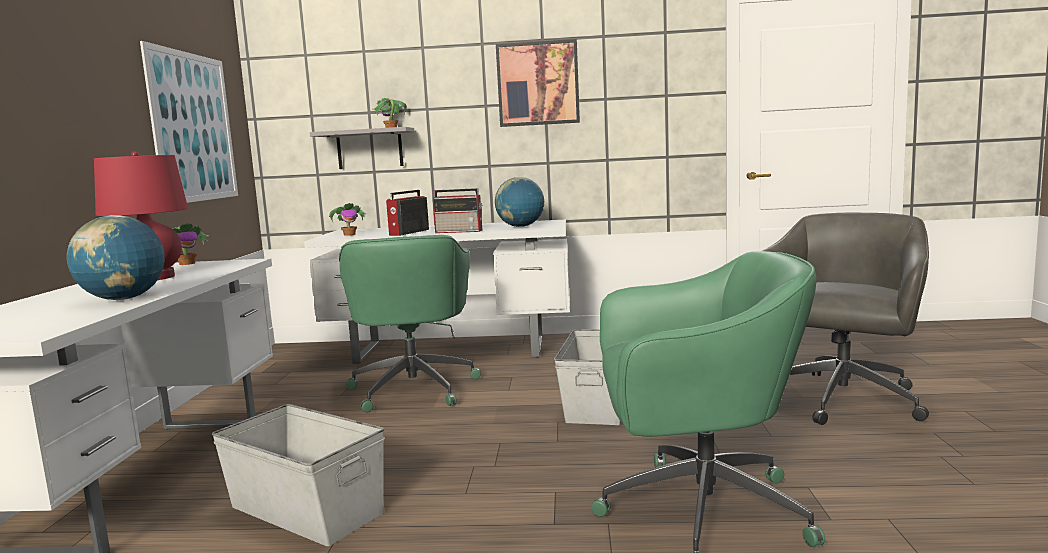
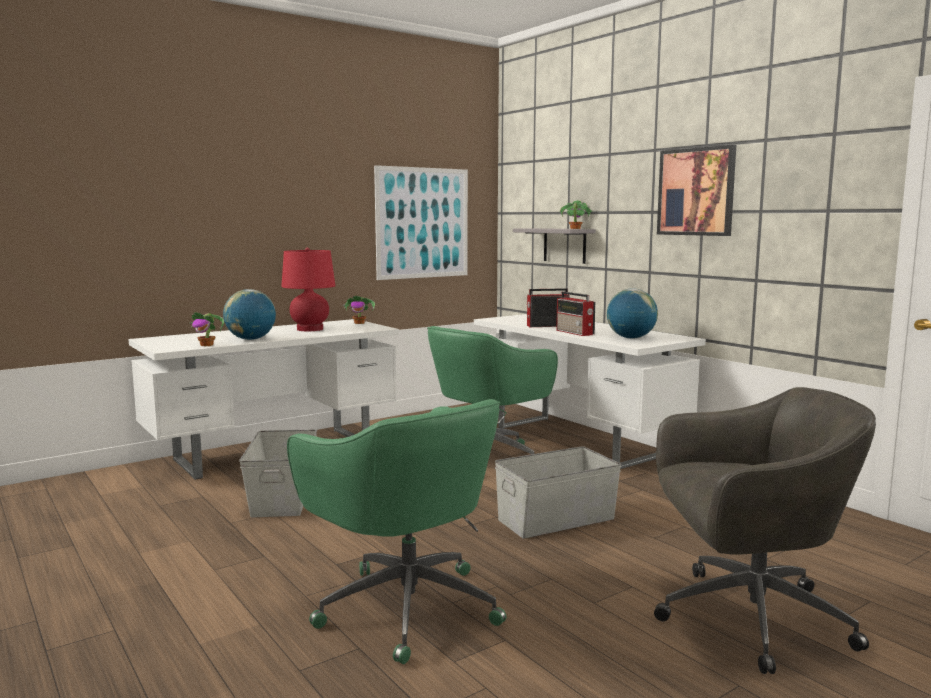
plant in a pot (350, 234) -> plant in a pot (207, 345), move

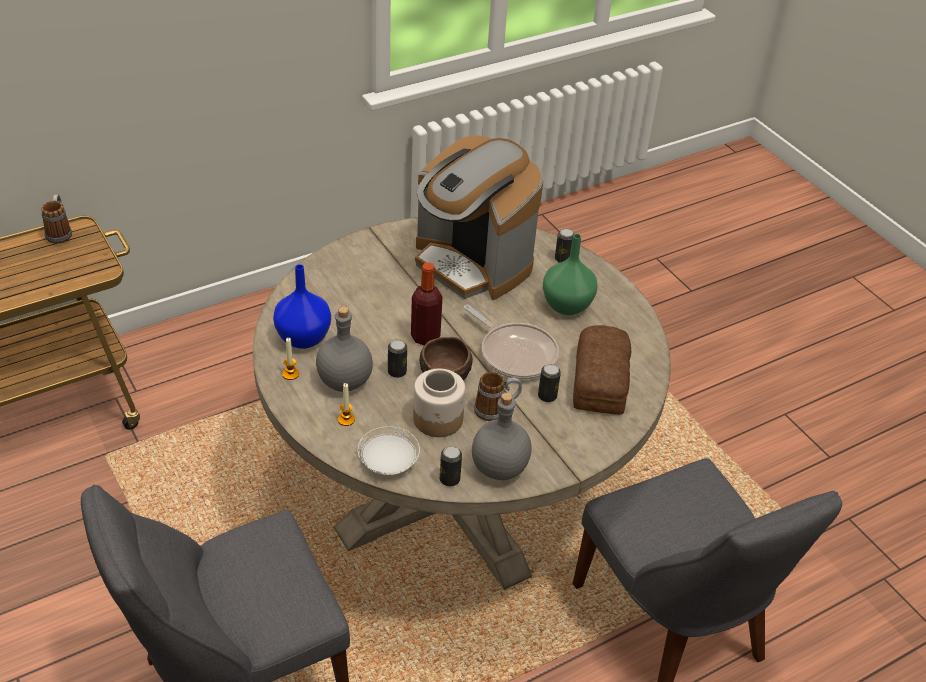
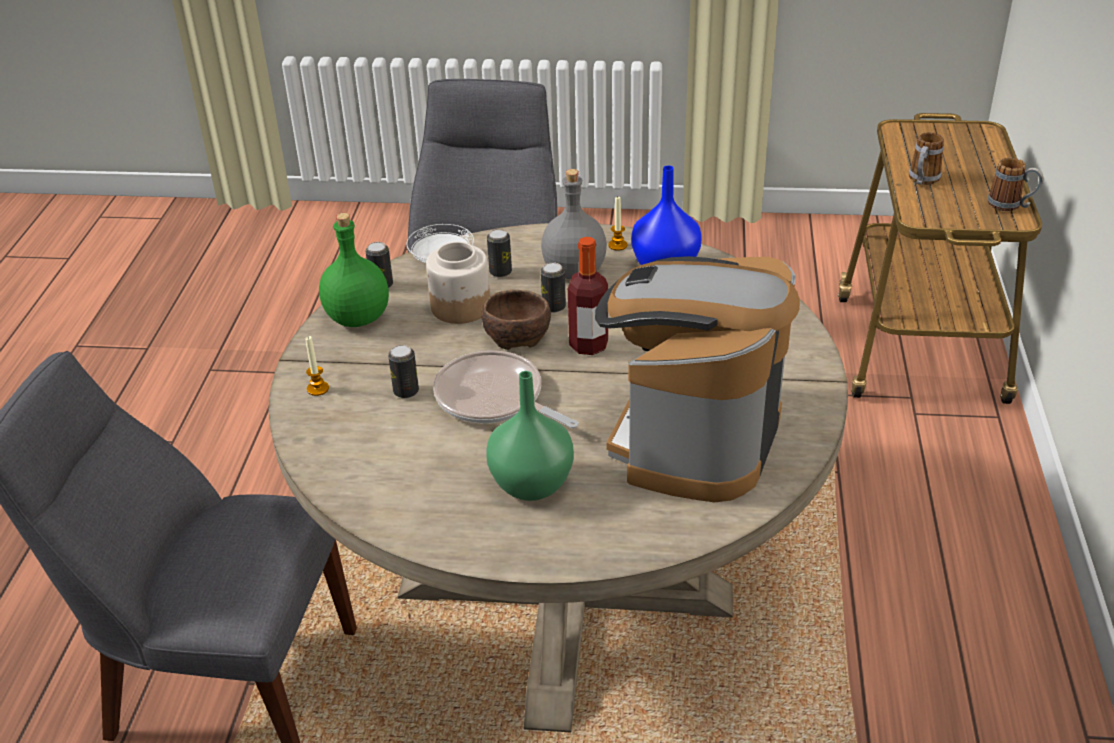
wax candle (346, 419) -> wax candle (318, 389), move
coffee maker (472, 263) -> coffee maker (693, 439), 60 degrees counterclockwise
pan (515, 353) -> pan (494, 399), 45 degrees clockwise
greyish beverage bottle (498, 467) -> green beverage bottle (359, 318)
mug (496, 410) -> mug (922, 180), move
sealed can (563, 259) -> sealed can (500, 272), move
bread (601, 380) -> none

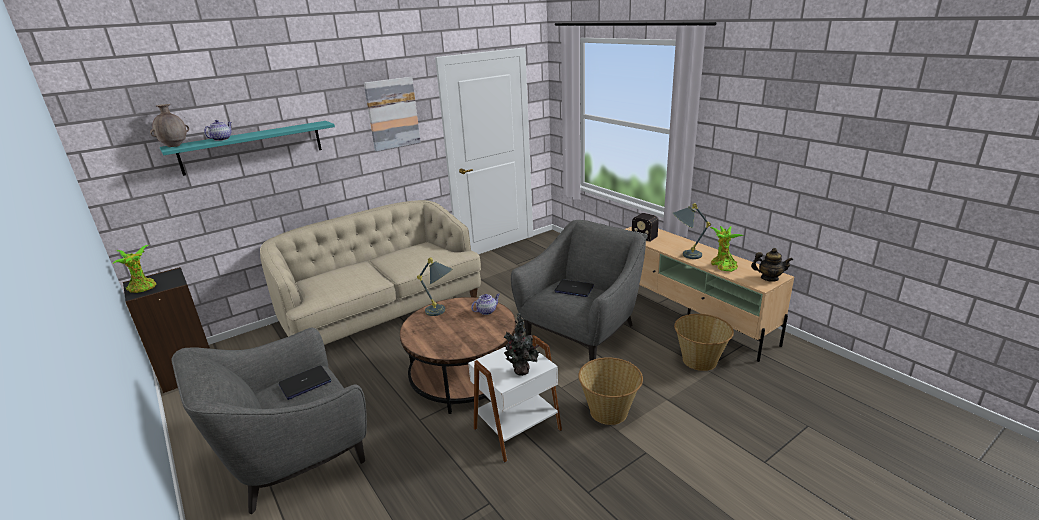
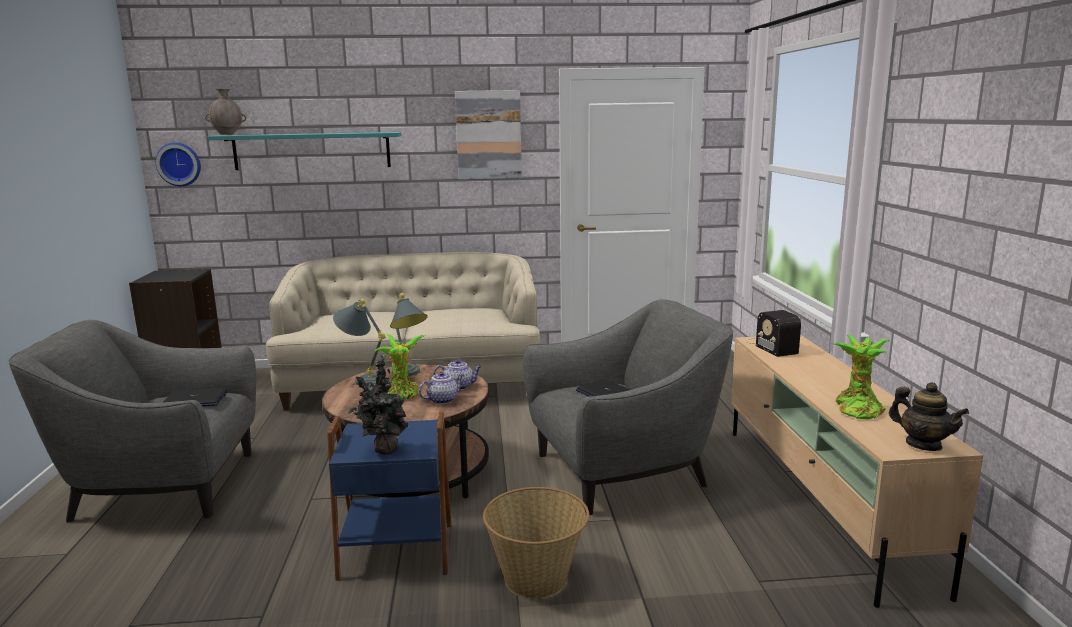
plant in a pot (143, 288) -> plant in a pot (402, 395), move
pot for tea (221, 139) -> pot for tea (443, 400), move
white accent table (516, 428) -> blue accent table (396, 549)
greyish tabletop lamp (685, 255) -> greyish tabletop lamp (362, 379), move
storage basket (699, 361) -> none
none -> wall clock (179, 164)

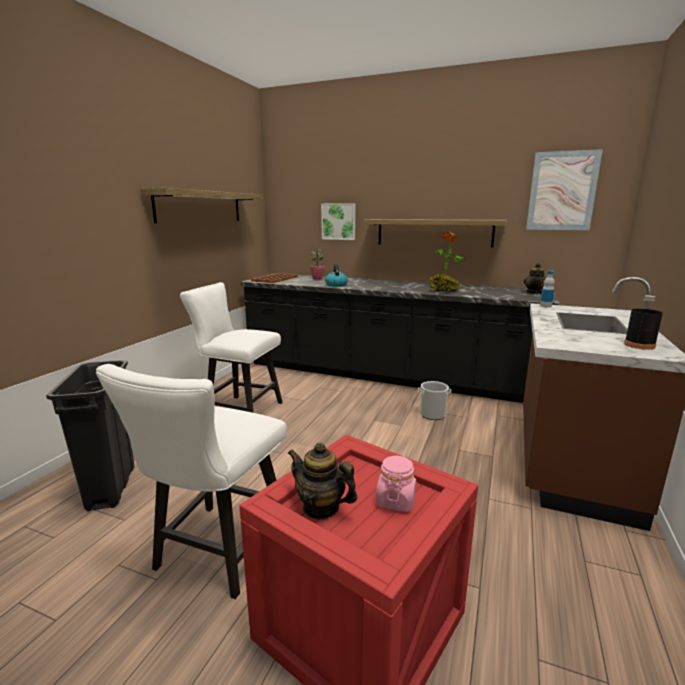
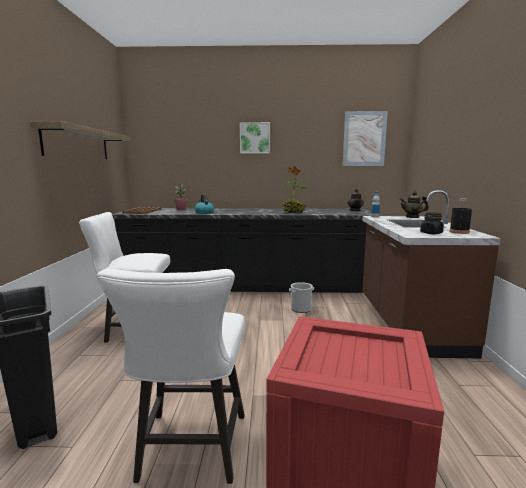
pot for tea (321, 507) -> pot for tea (412, 217), move
wall picture (339, 221) -> wall picture (255, 138), move
shelf (434, 232) -> none
pink preserve jar (396, 500) -> none
none -> blackish preserve jar (431, 233)

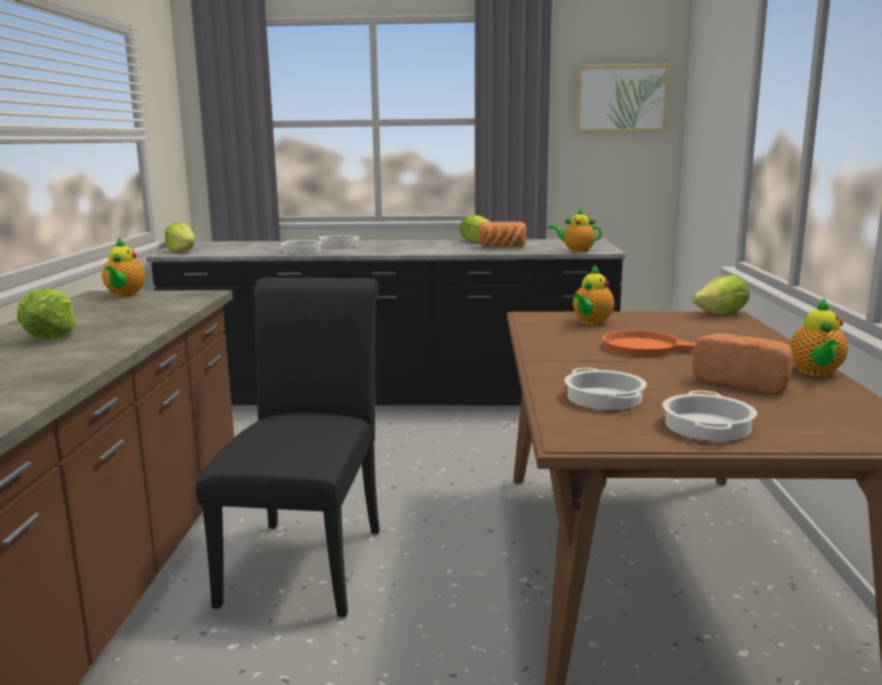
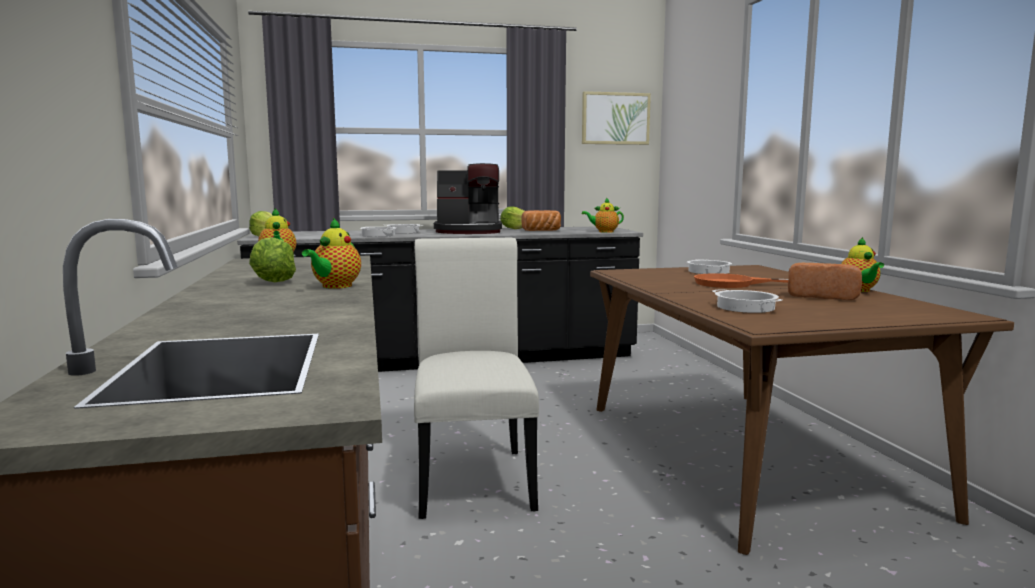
blackish plain chair (308, 559) -> white plain chair (473, 476)
pot for tea (591, 322) -> pot for tea (335, 286), move
stockpot (708, 426) -> stockpot (709, 271), move
head of lettuce (722, 314) -> none
none -> coffee maker (469, 231)

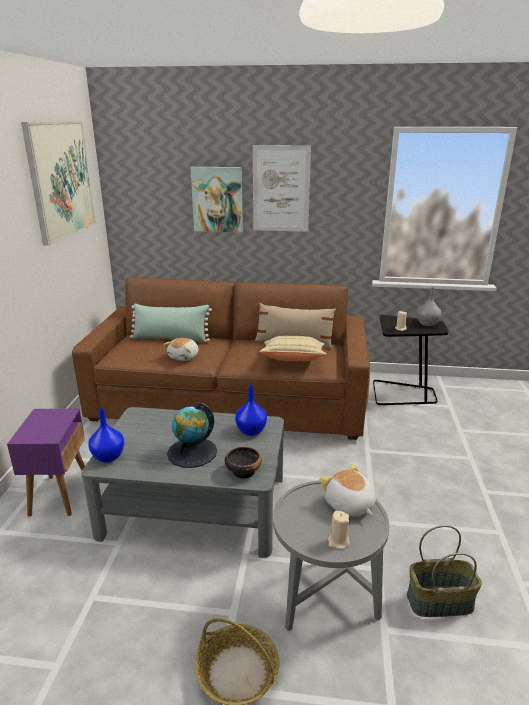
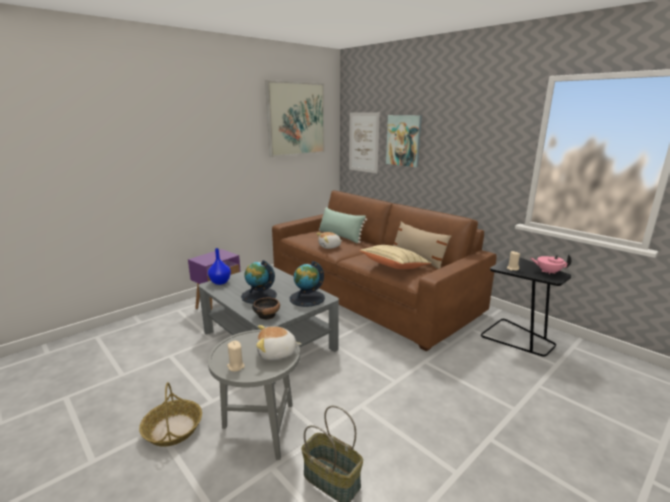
blue vase (251, 431) -> globe (307, 298)
wall picture (281, 189) -> wall picture (363, 142), move
cuddly toy (349, 505) -> cuddly toy (277, 353), 105 degrees counterclockwise
greyish vase (426, 324) -> pink pot for tea (548, 272)

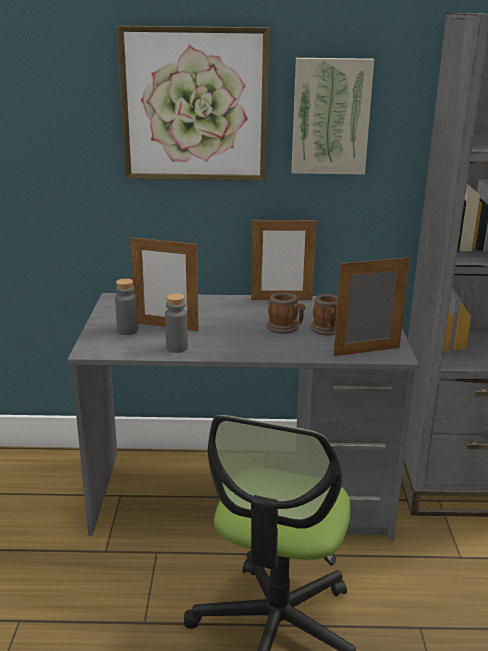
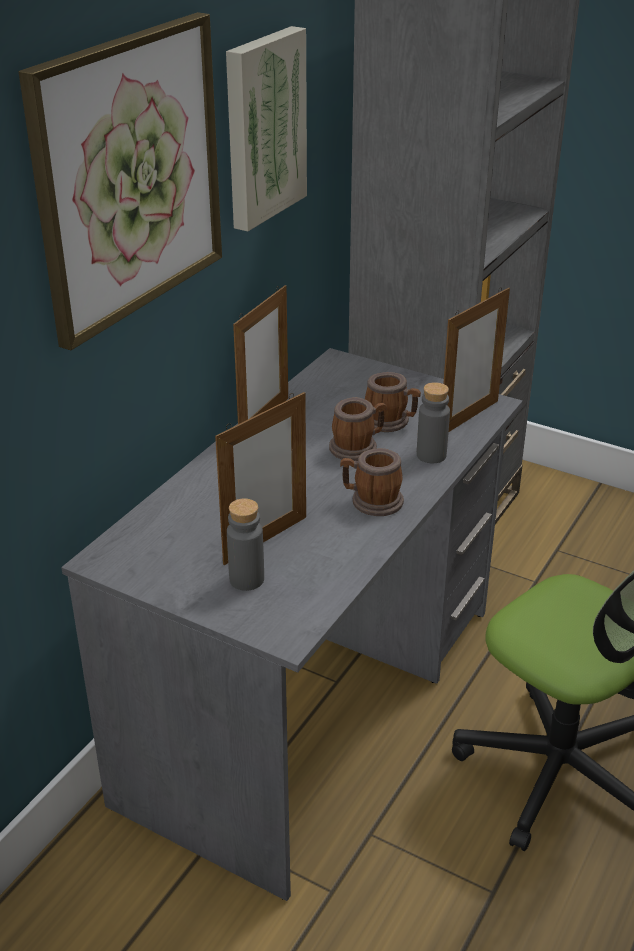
greyish beverage bottle (177, 348) -> greyish beverage bottle (431, 455), move
standing frame (366, 351) -> standing frame (469, 418), 150 degrees counterclockwise
none -> mug (371, 501)

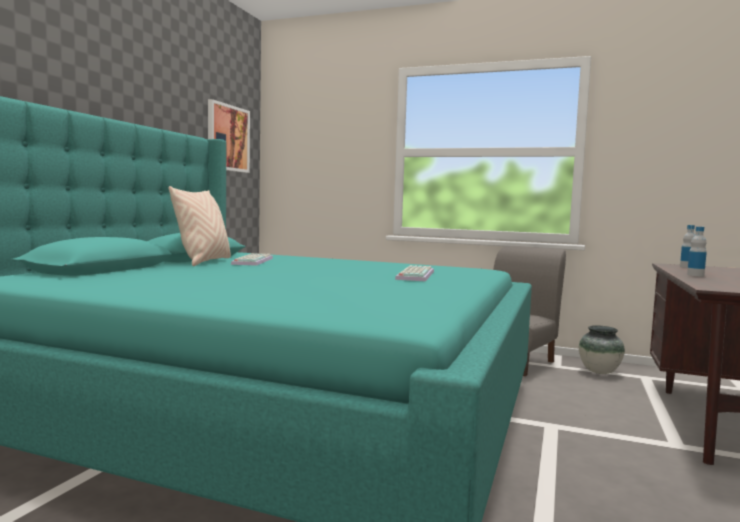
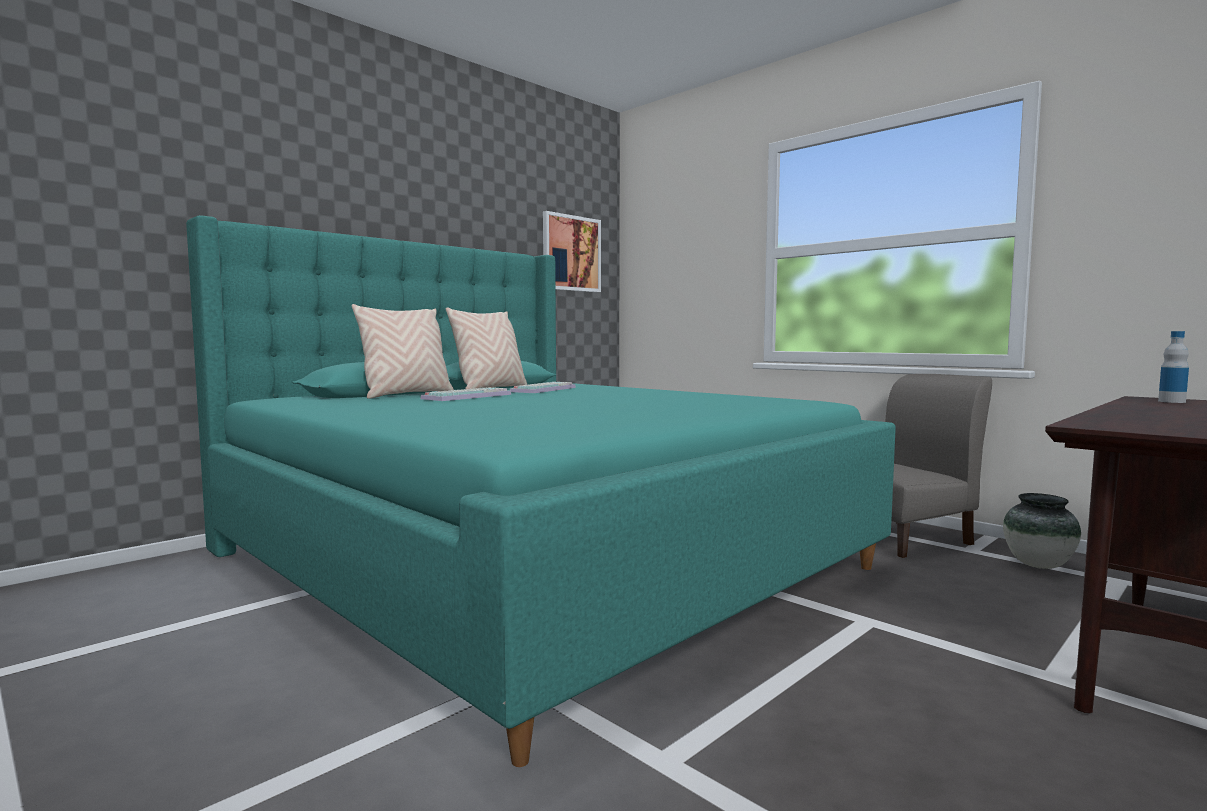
computer keyboard (414, 275) -> computer keyboard (467, 396), move
beverage bottle (695, 275) -> none
none -> beige-coloured pillow (406, 395)

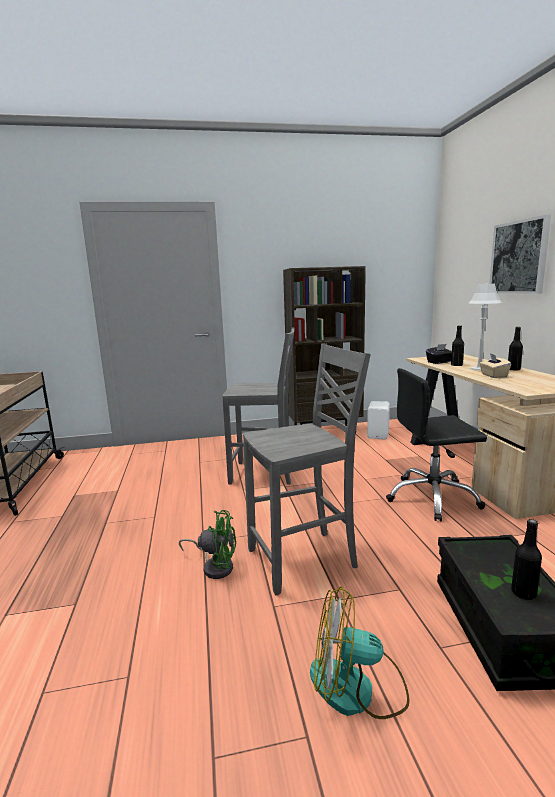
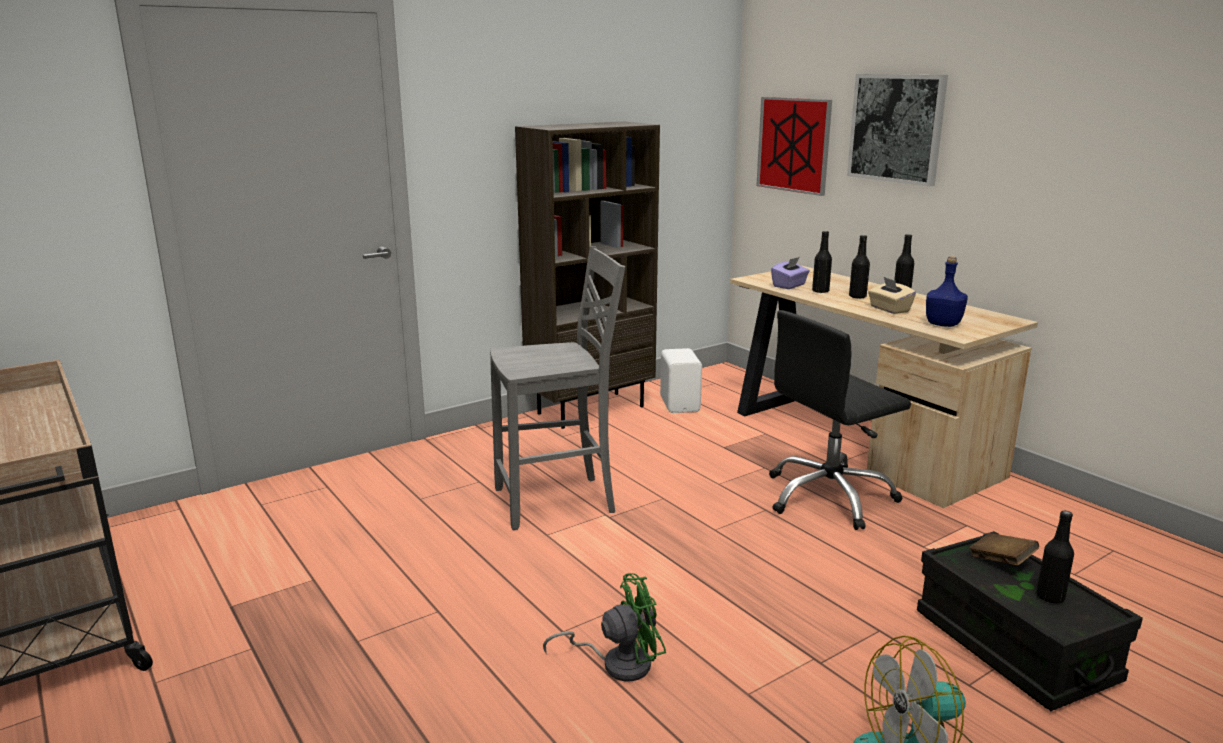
greyish plain chair (305, 559) -> none
blackish tissue box (439, 362) -> purple tissue box (789, 285)
greyish tabletop lamp (479, 369) -> blackish beverage bottle (857, 297)
none -> wall picture (793, 145)
none -> blue beverage bottle (944, 324)
none -> brown-coloured book (1001, 561)

